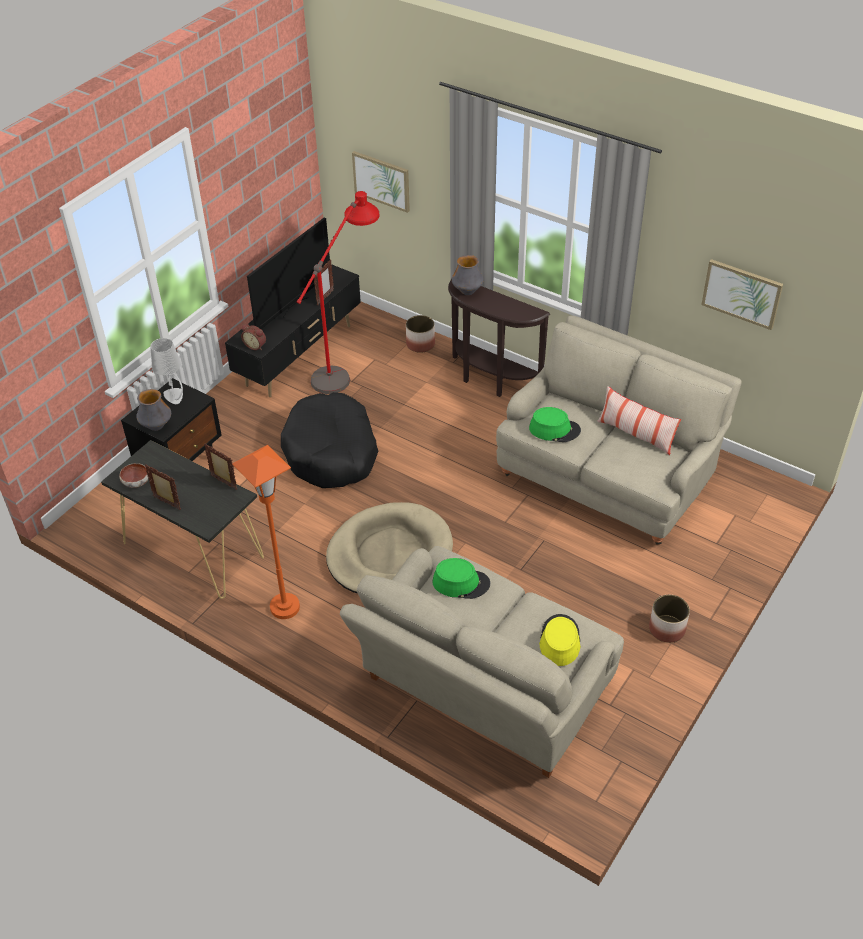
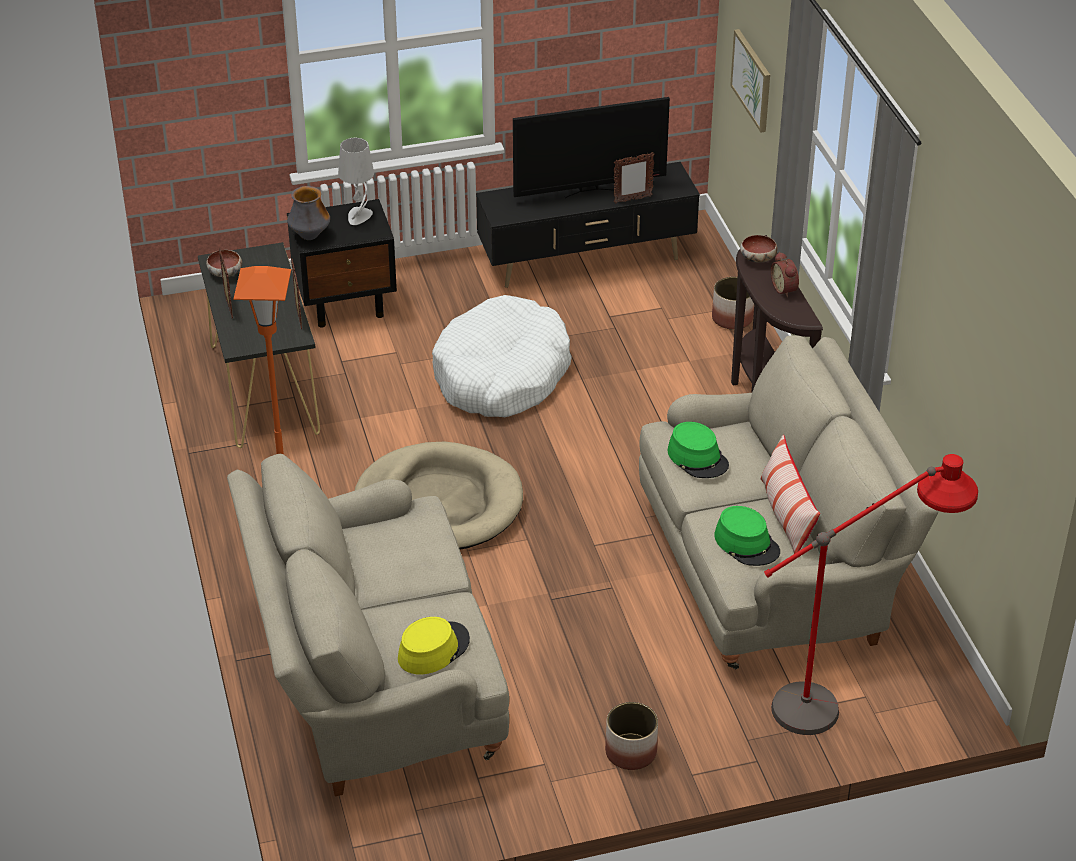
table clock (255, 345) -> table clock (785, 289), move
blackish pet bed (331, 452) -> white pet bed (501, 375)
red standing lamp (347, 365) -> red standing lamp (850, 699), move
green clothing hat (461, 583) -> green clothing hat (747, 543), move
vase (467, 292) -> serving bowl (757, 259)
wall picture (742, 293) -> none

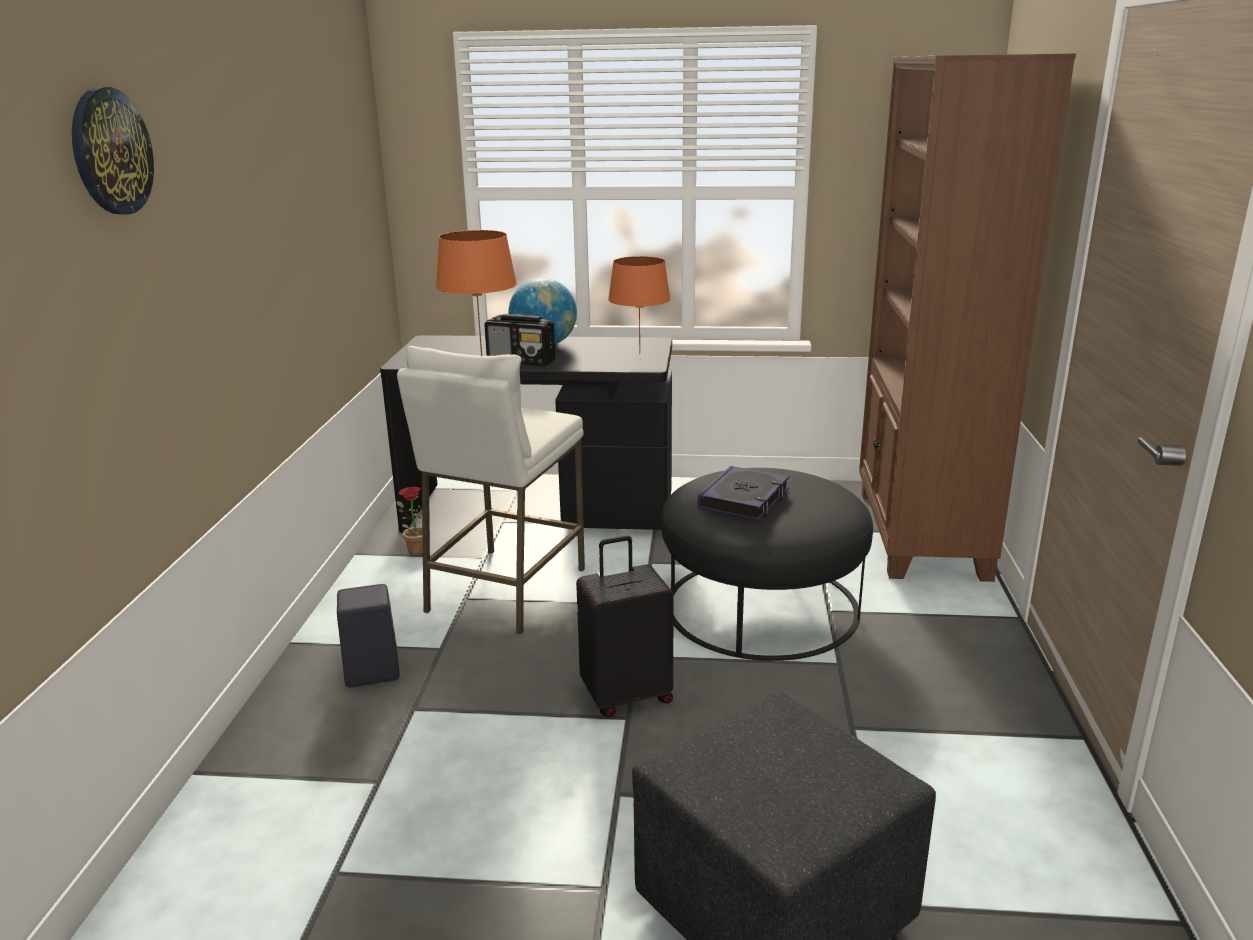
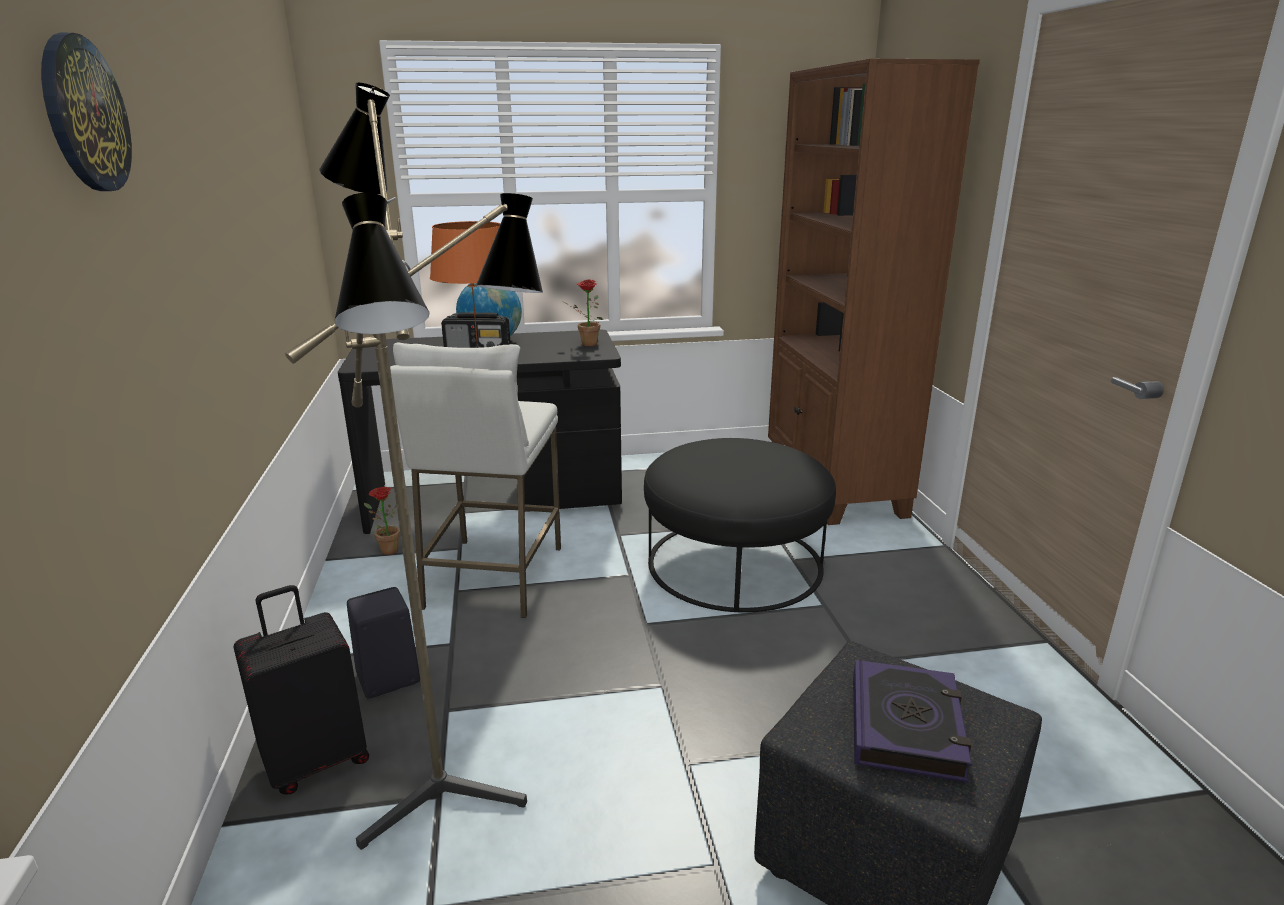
blackish piece of luggage (626, 695) -> blackish piece of luggage (316, 761), move
orangey tabletop lamp (639, 354) -> plant in a pot (586, 344)
book (744, 500) -> book (906, 727), move
none -> standing lamp (459, 784)

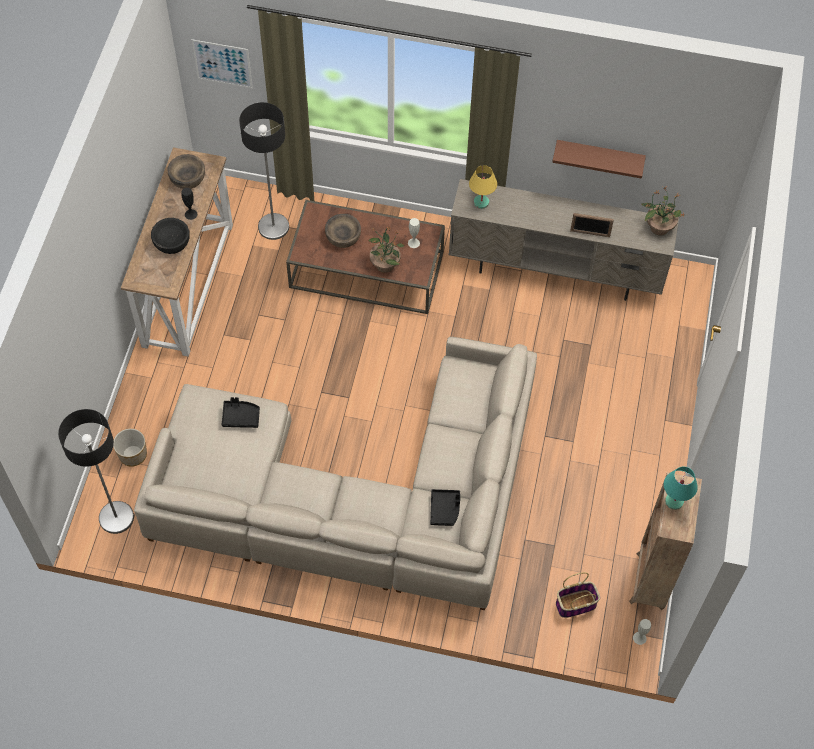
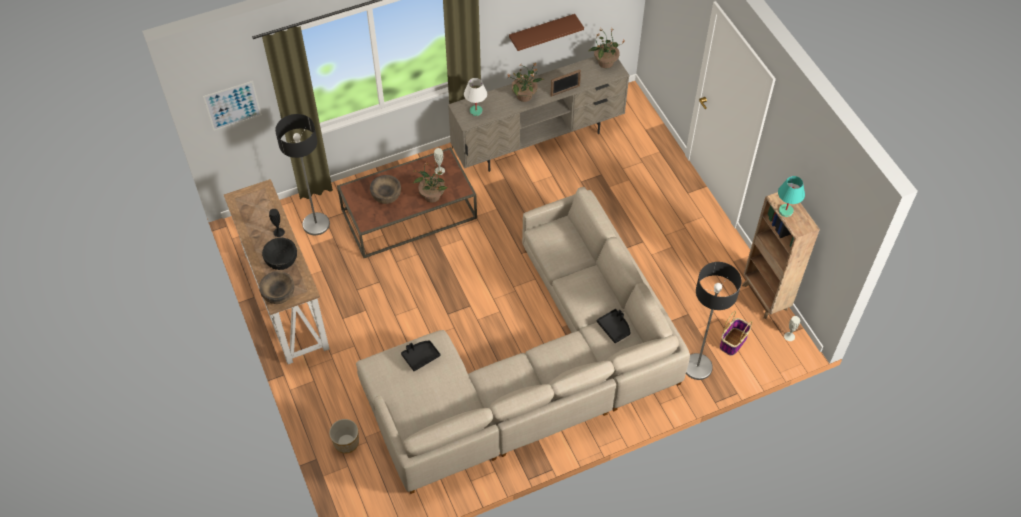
standing lamp (116, 517) -> standing lamp (697, 367), move
brown-coloured serving bowl (187, 178) -> brown-coloured serving bowl (278, 293), move
yellow tabletop lamp (481, 202) -> white tabletop lamp (475, 111)
none -> plant in a pot (525, 96)

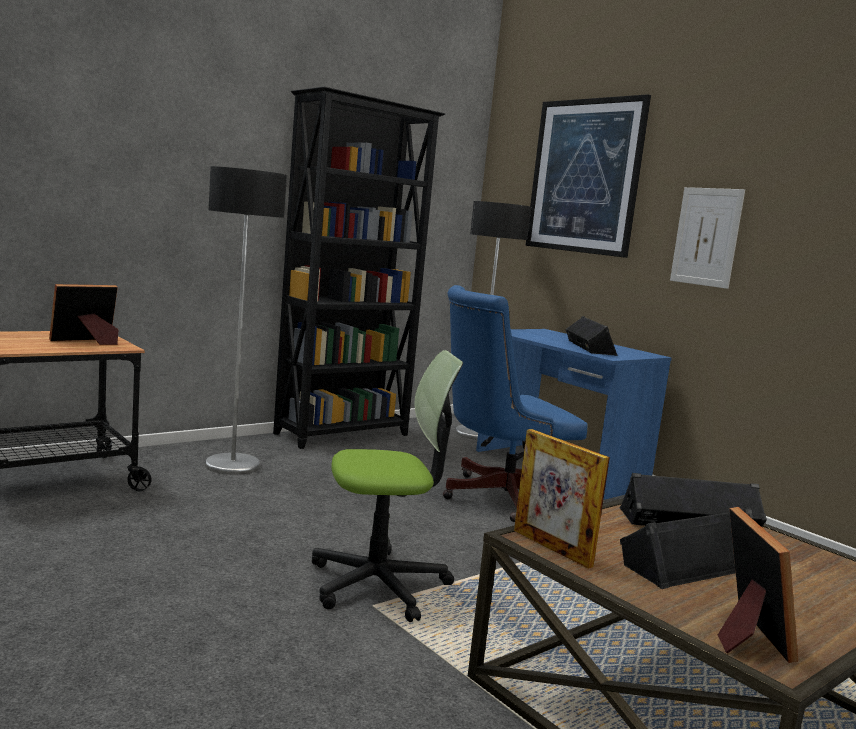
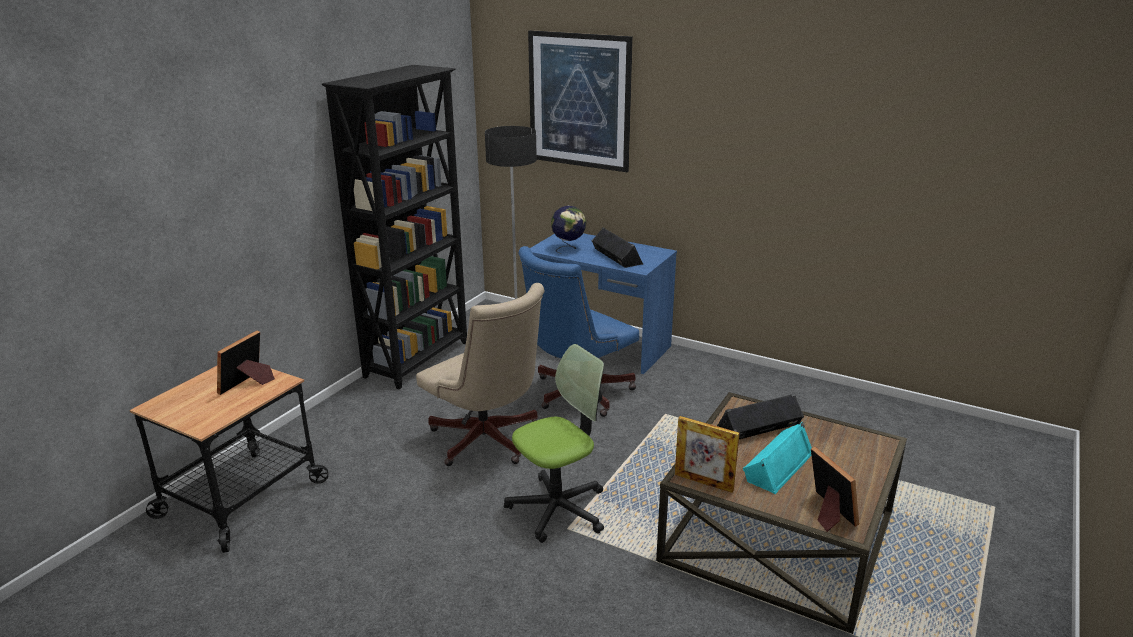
standing lamp (233, 465) -> none
blackish audio speaker (689, 563) -> turquoise audio speaker (777, 465)
wall picture (706, 237) -> none
none -> beige-coloured computer chair (488, 442)
none -> globe (568, 249)

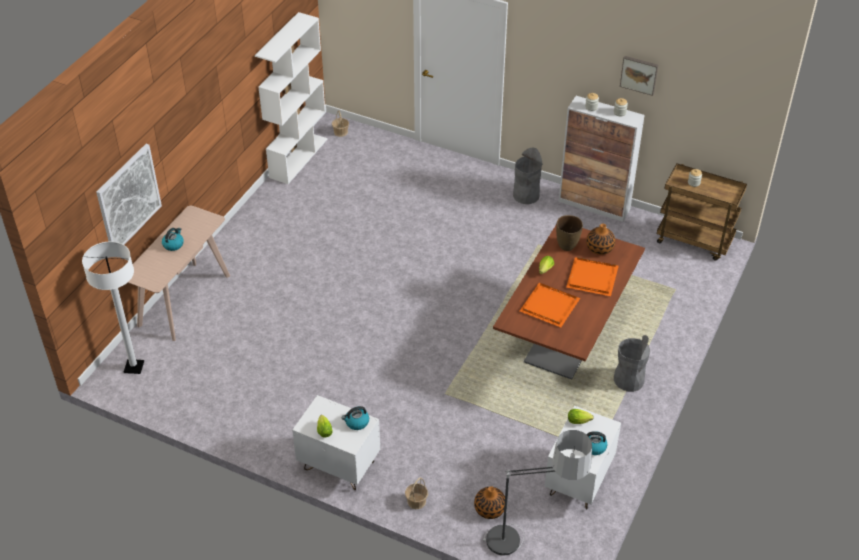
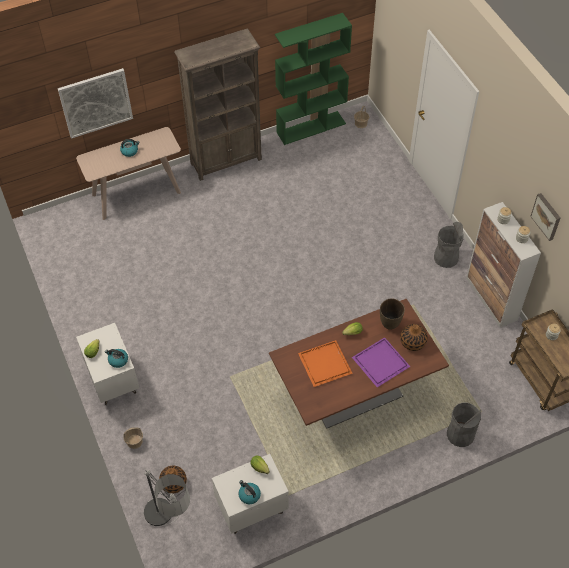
white standing lamp (134, 367) -> none
white shelving unit (298, 158) -> green shelving unit (311, 127)
orangey carrying tray (591, 278) -> purple carrying tray (379, 362)
greyish waste bin (628, 380) -> greyish waste bin (460, 434), move
none -> brown-coloured shelving unit (226, 161)

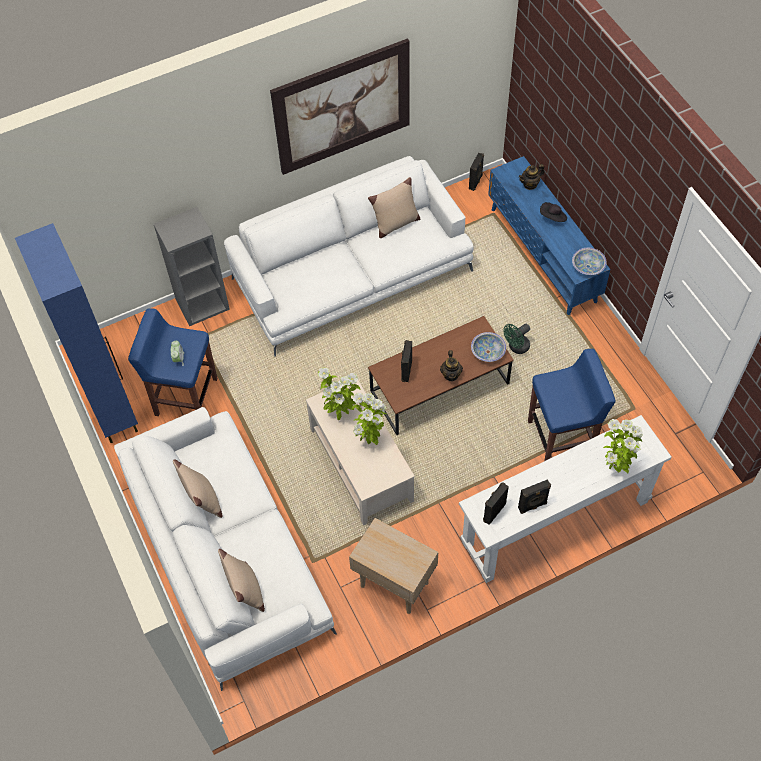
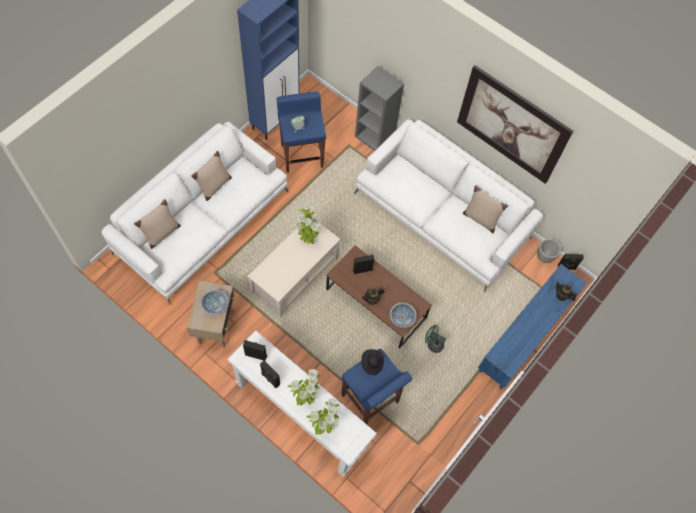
plant in a pot (369, 439) -> plant in a pot (305, 398), move
blackish clothing hat (553, 217) -> blackish clothing hat (372, 364), move
serving bowl (588, 266) -> serving bowl (215, 304), move
none -> greyish plant pot (544, 257)

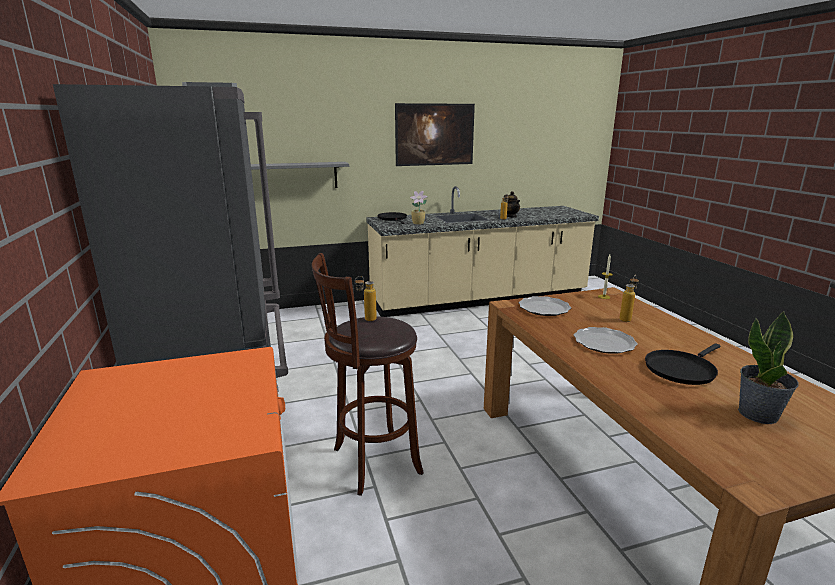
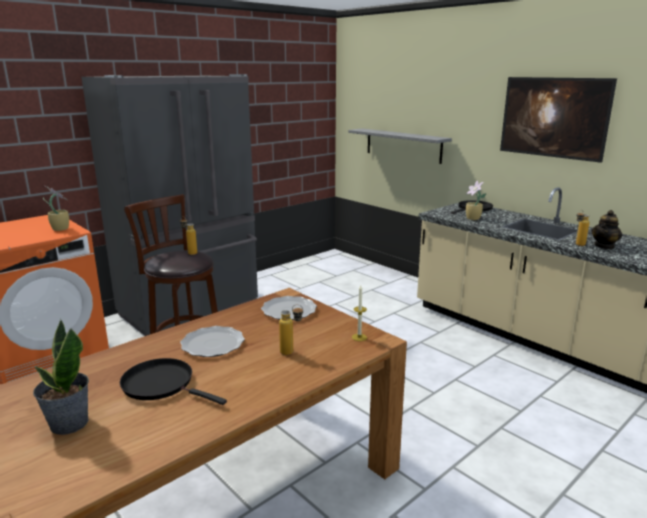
none -> plant in a pot (60, 228)

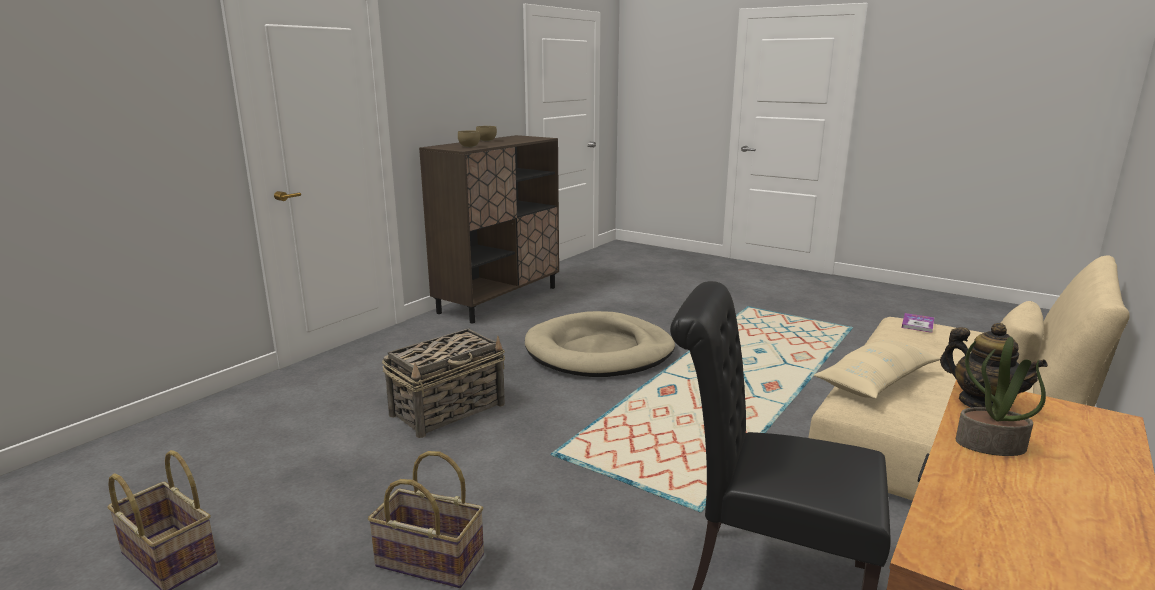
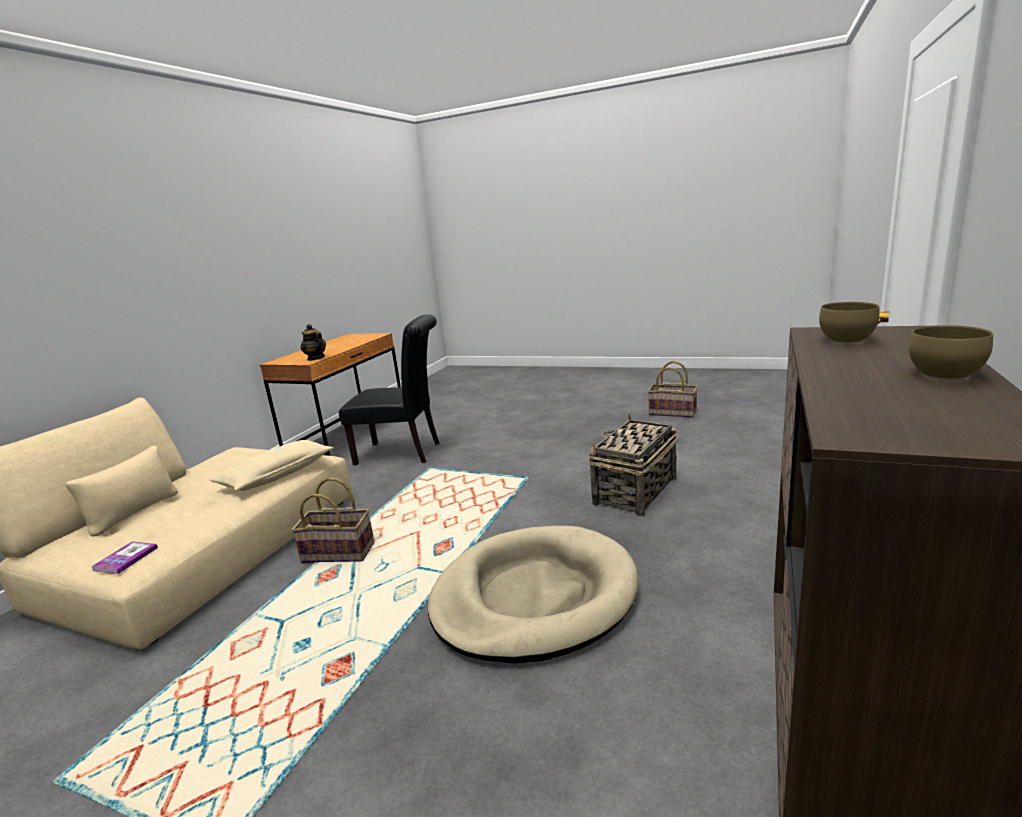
storage basket (428, 561) -> storage basket (339, 552), move
plant in a pot (989, 445) -> none

